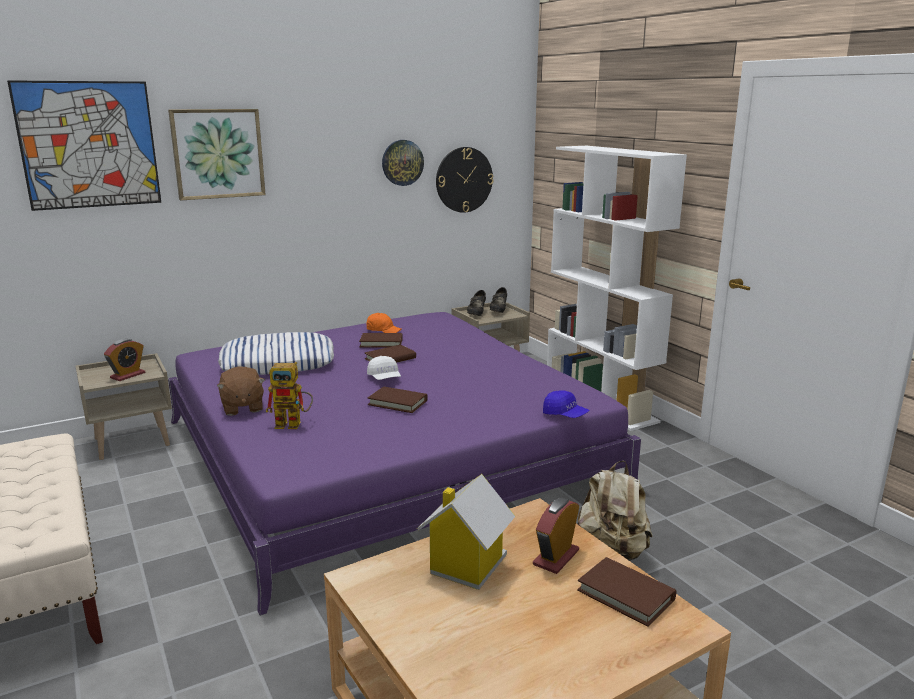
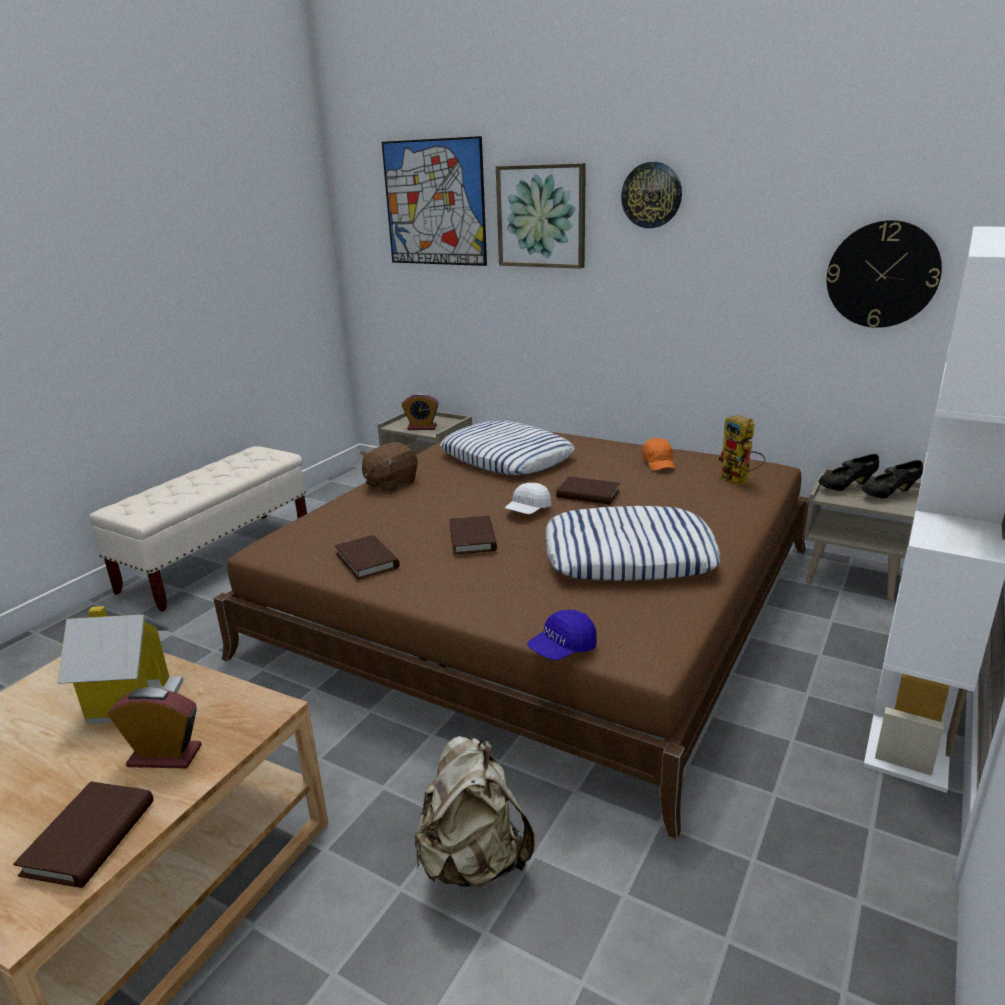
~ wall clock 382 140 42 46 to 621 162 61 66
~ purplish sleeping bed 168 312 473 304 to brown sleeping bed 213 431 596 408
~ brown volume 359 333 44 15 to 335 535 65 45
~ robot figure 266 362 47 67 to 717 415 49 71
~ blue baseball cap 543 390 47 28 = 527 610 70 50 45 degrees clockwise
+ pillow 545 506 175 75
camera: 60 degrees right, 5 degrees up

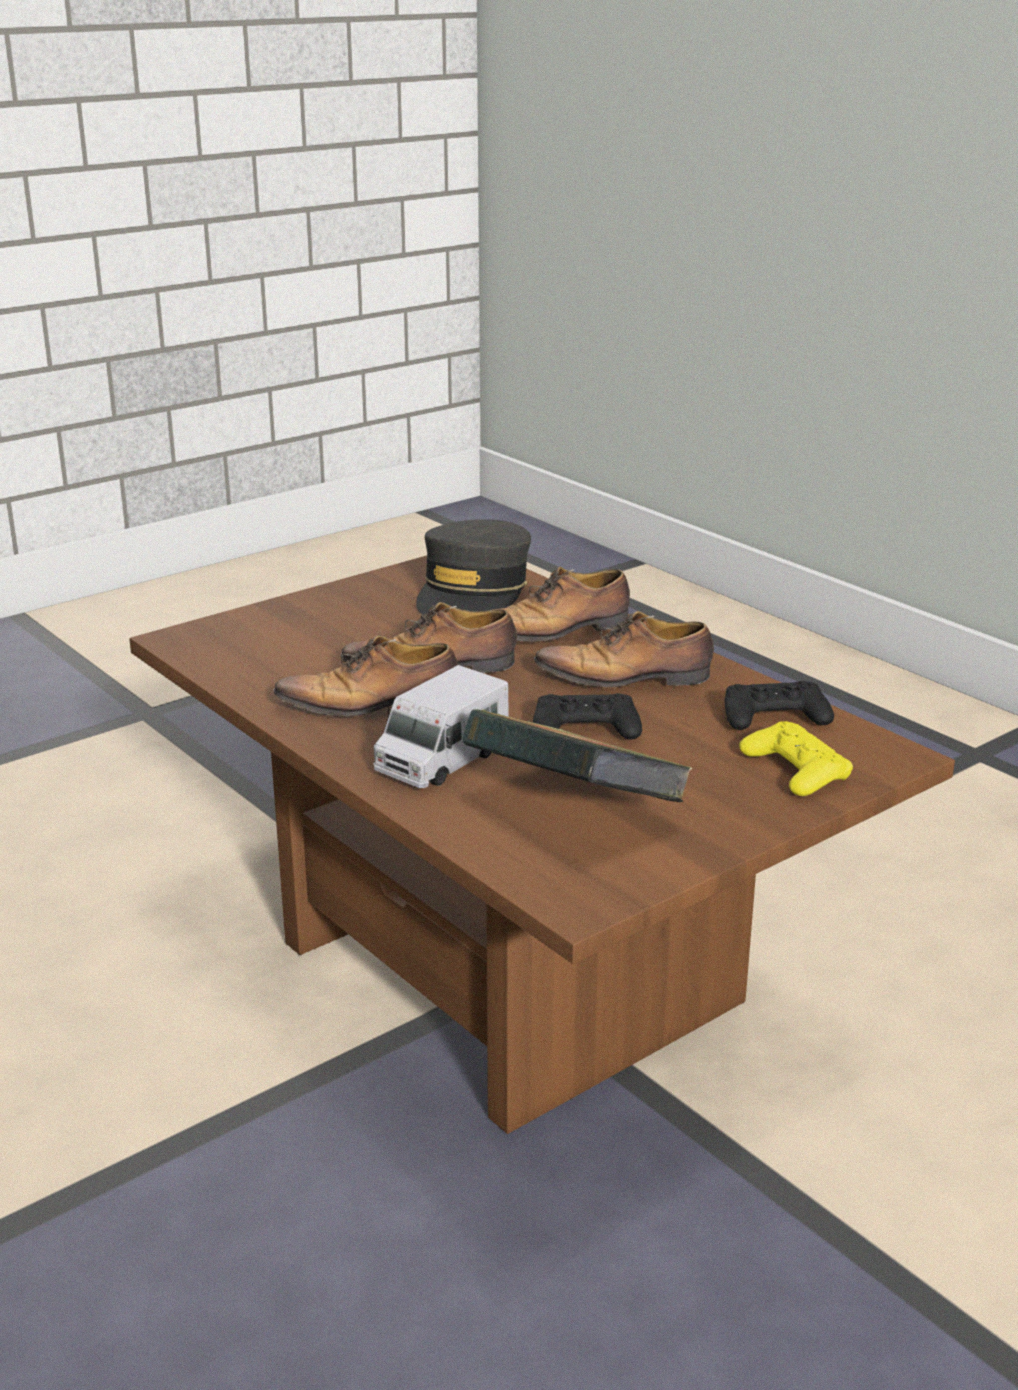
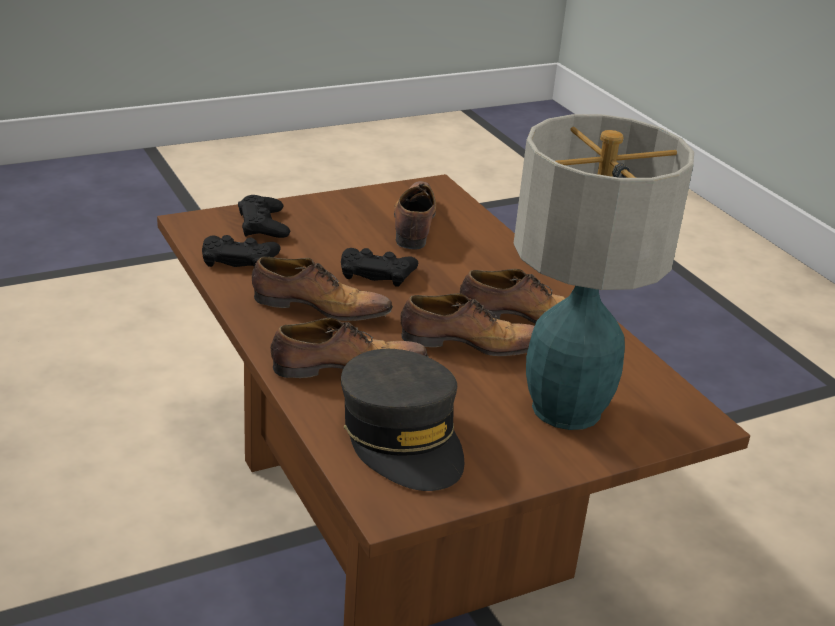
~ grey baseball cap 416 519 115 96 = 341 349 123 142 120 degrees clockwise
- model truck 373 665 136 123
~ volume 462 709 230 93 to low shoe 394 181 42 69
~ yellow-coloured joypad 739 721 114 75 to blackish joypad 238 195 52 43
+ table lamp 514 114 180 316
camera: 170 degrees left, 5 degrees up

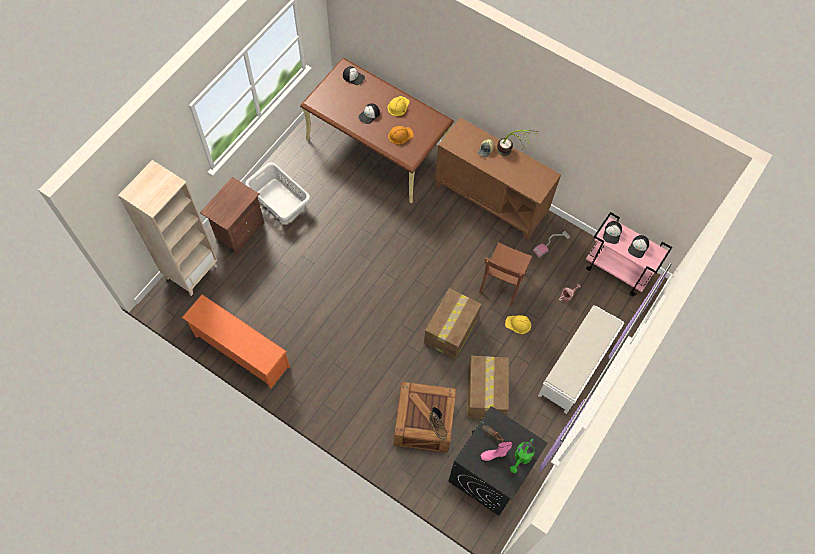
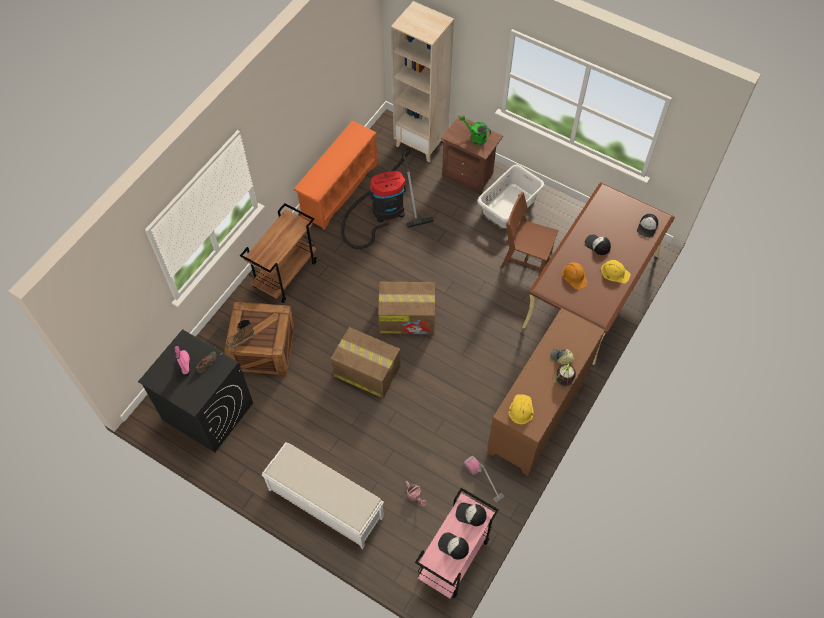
~ brown plain chair 479 242 54 64 to 501 192 58 85
~ yellow-coloured hard hat 505 315 26 19 to 508 394 25 30
~ carton 467 356 42 63 to 378 282 57 52
~ green-coloured sprinkling can 510 438 25 35 to 459 115 32 30
+ hoover 341 147 92 102
+ brown cart 240 203 77 100
camera: 90 degrees right, 5 degrees down

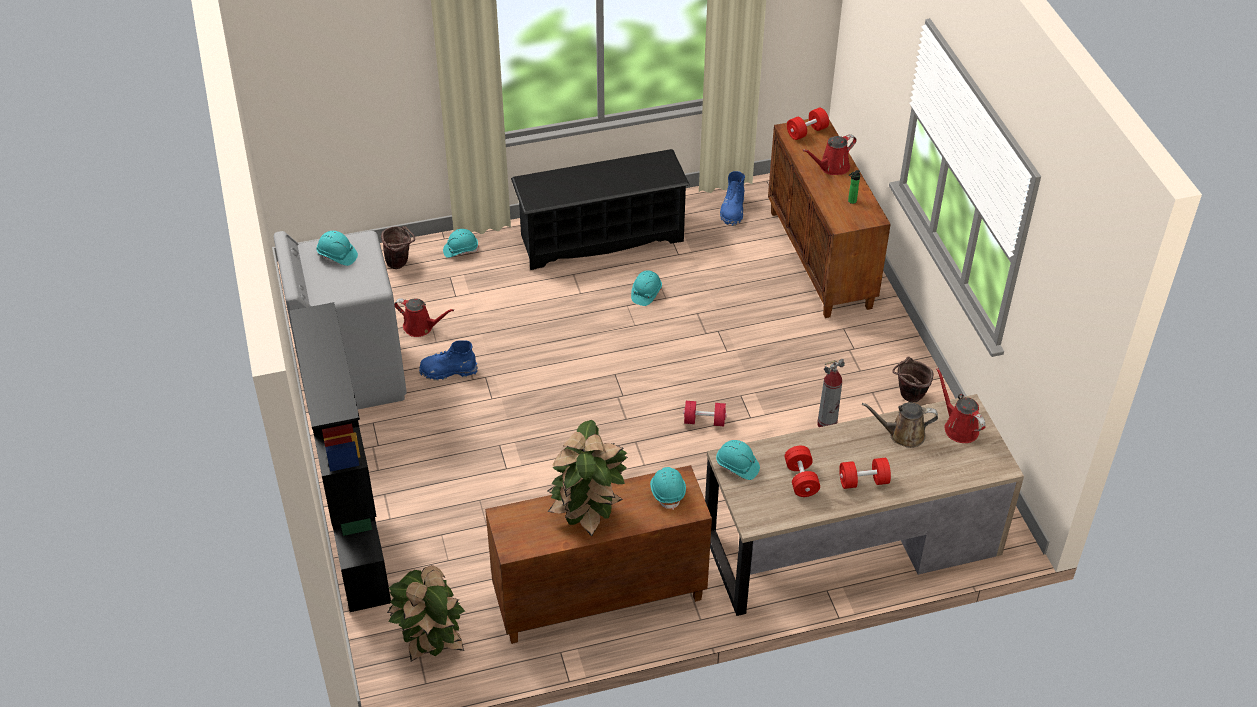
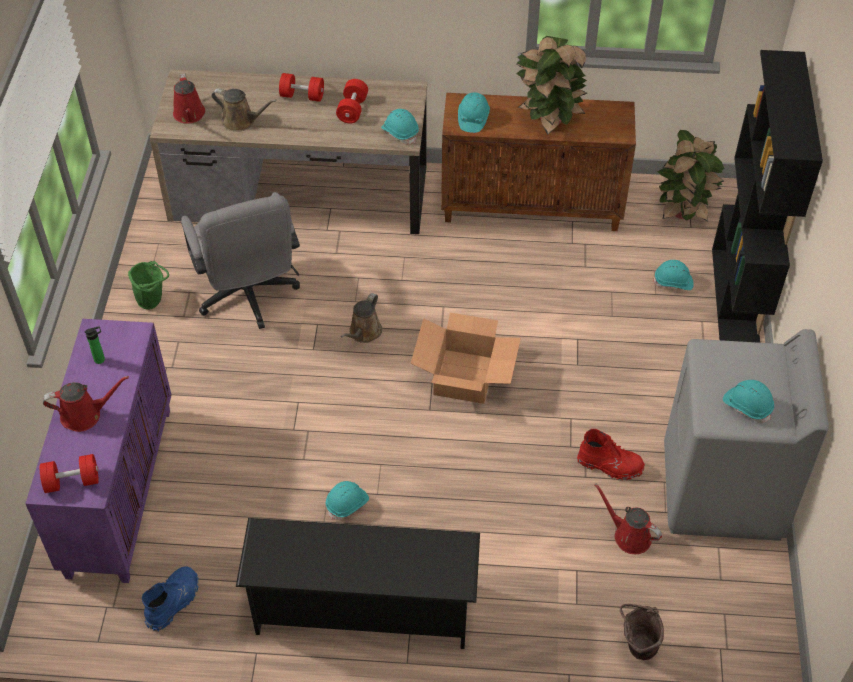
~ brown cabinet 768 119 123 199 to purplish cabinet 25 319 147 264
~ blue-green hard hat 443 229 36 29 to 653 260 41 30
~ blue tall boot 419 340 58 41 to red tall boot 577 429 68 52
~ brown pail 892 357 42 46 to green-coloured pail 128 261 41 49
~ extinguisher 817 359 28 68 to grey office chair 181 192 119 137
~ red hand weight 683 401 44 25 to brown sprinkling can 341 293 41 50
+ carton 411 313 110 91
camera: 160 degrees left, 5 degrees up

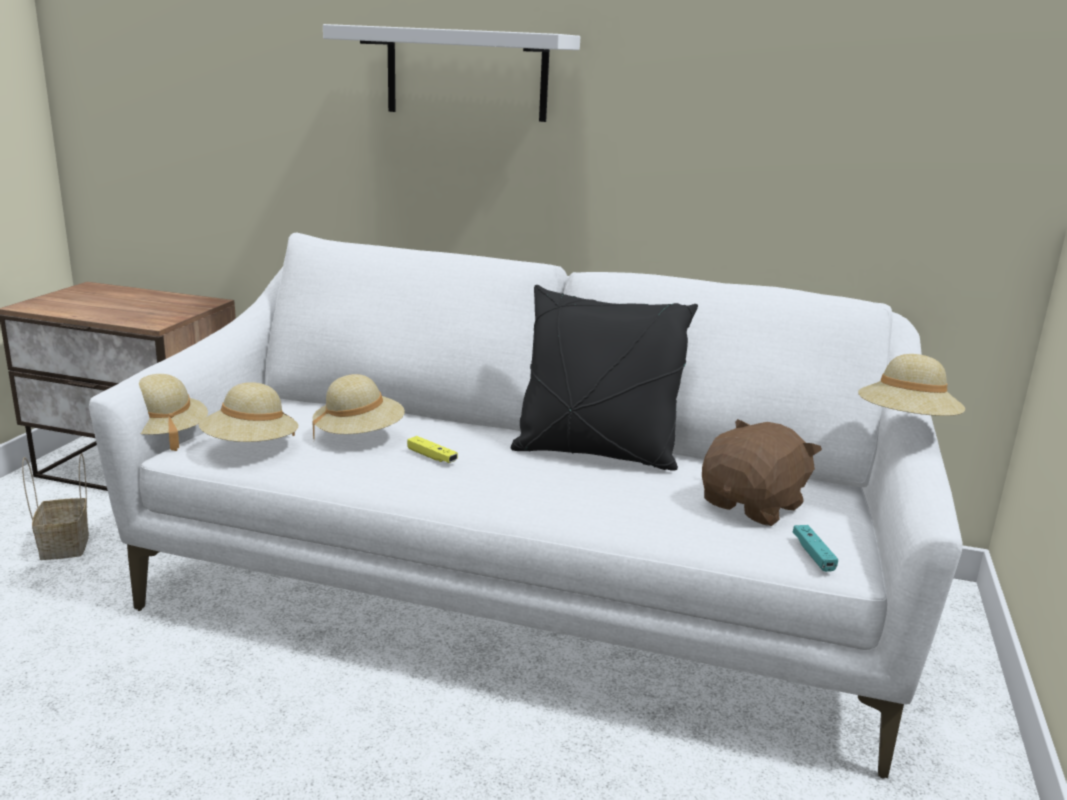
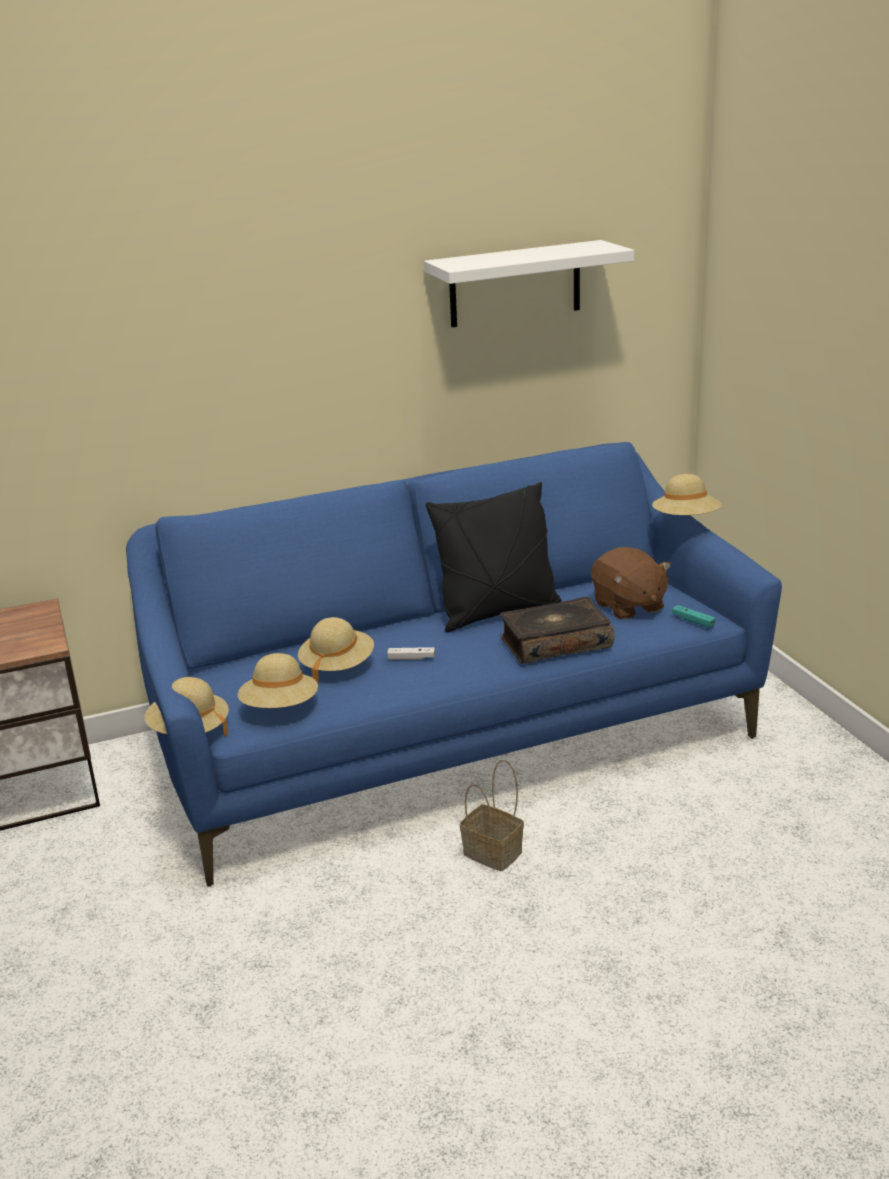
~ white-coloured shelf 323 24 257 98 to 424 240 210 87
~ white-coloured settee 89 233 874 546 to blue settee 126 442 656 445
~ brown plush toy 702 419 120 107 = 591 547 80 72 150 degrees clockwise
~ yellow-coloured joypad 407 436 51 27 to white-coloured joypad 387 647 48 13
~ storage basket 22 453 67 107 to 460 760 64 111
+ volume 500 596 114 68
camera: 35 degrees left, 5 degrees up

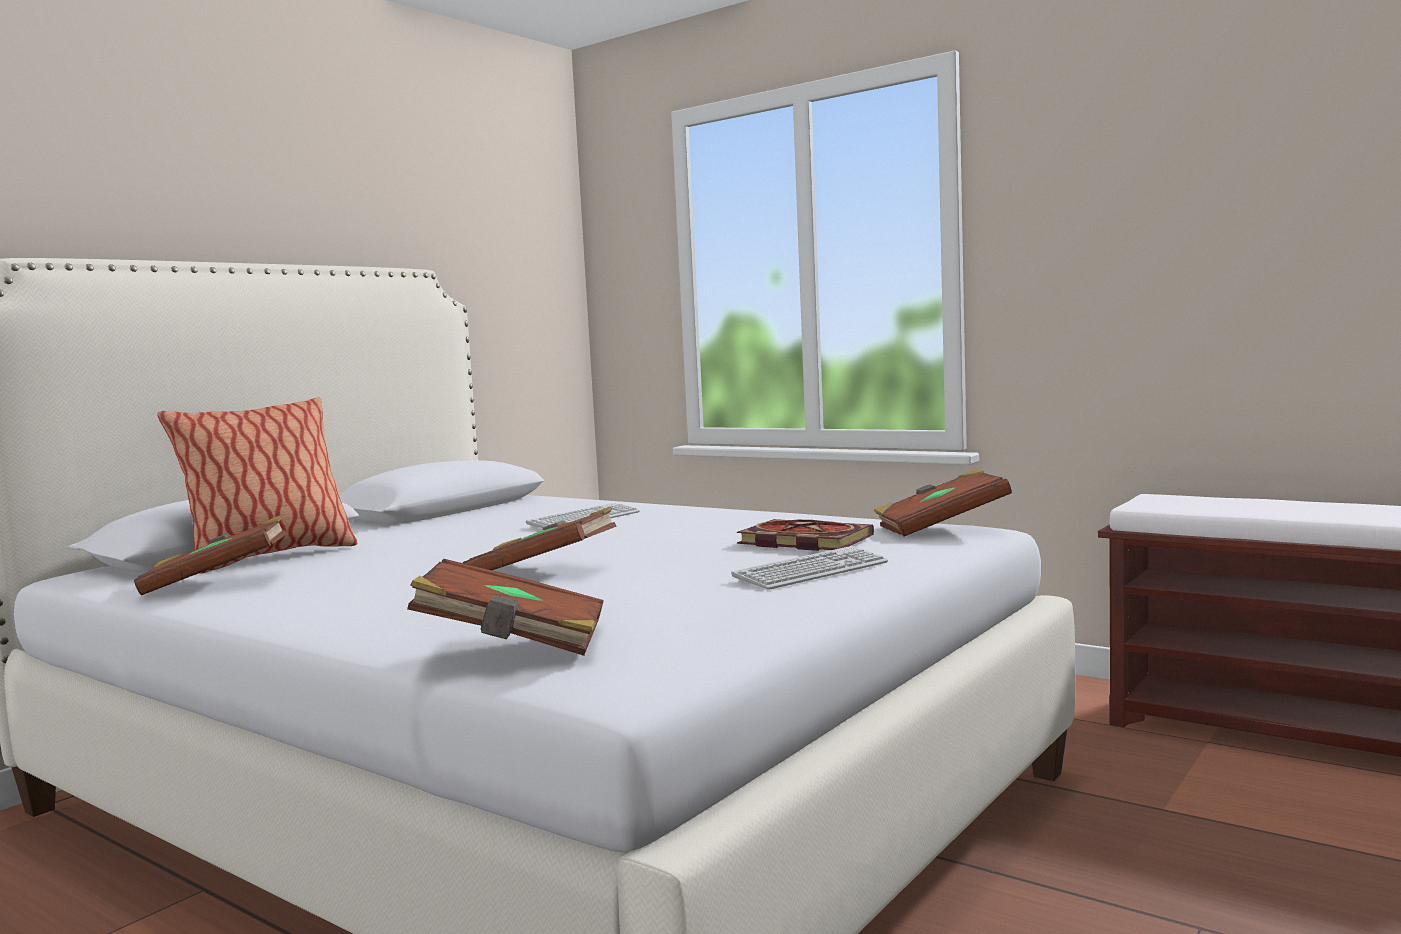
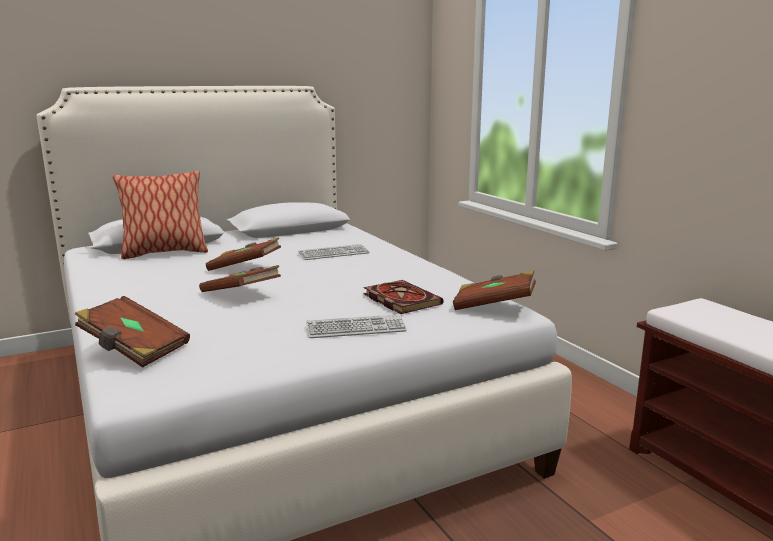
~ brown volume 134 516 153 79 to 206 238 75 33
camera: 25 degrees right, 10 degrees up

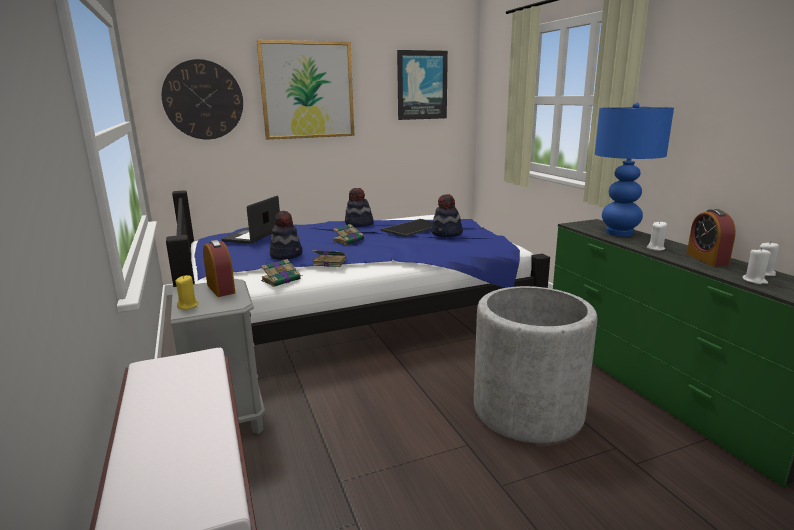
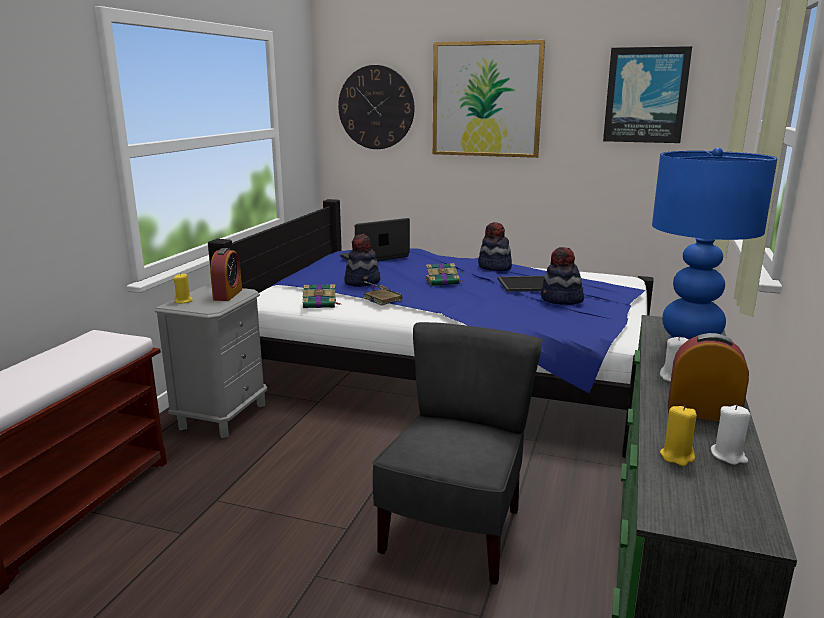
~ alarm clock 687 209 49 57 = 668 333 81 89 75 degrees clockwise
~ white-coloured candle 743 248 28 36 to yellow-coloured candle 660 405 37 61
~ grey plant pot 474 286 123 158 to grey plain chair 373 322 169 263
camera: 40 degrees right, 0 degrees up

